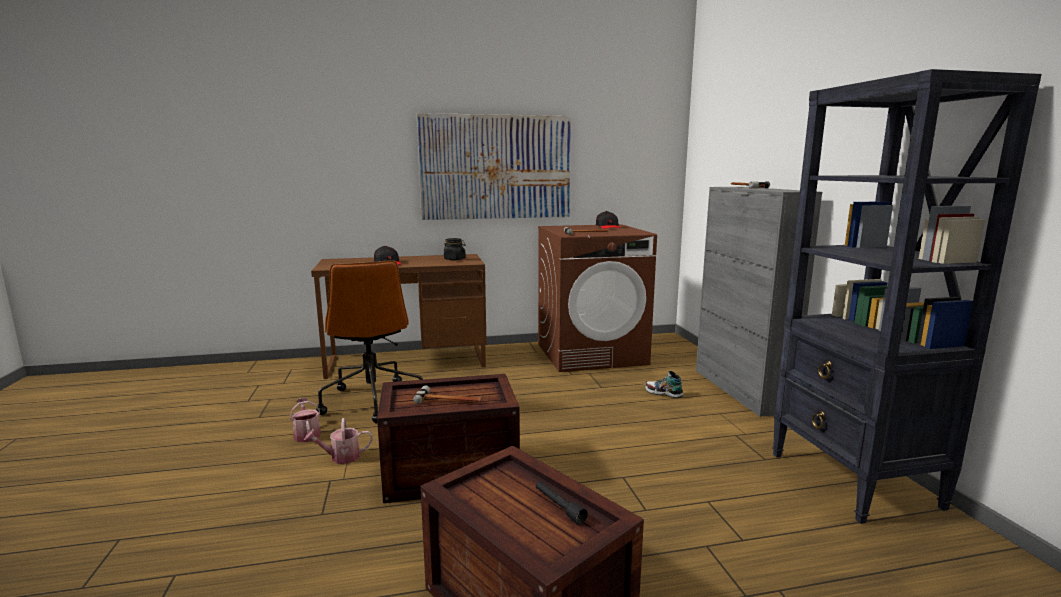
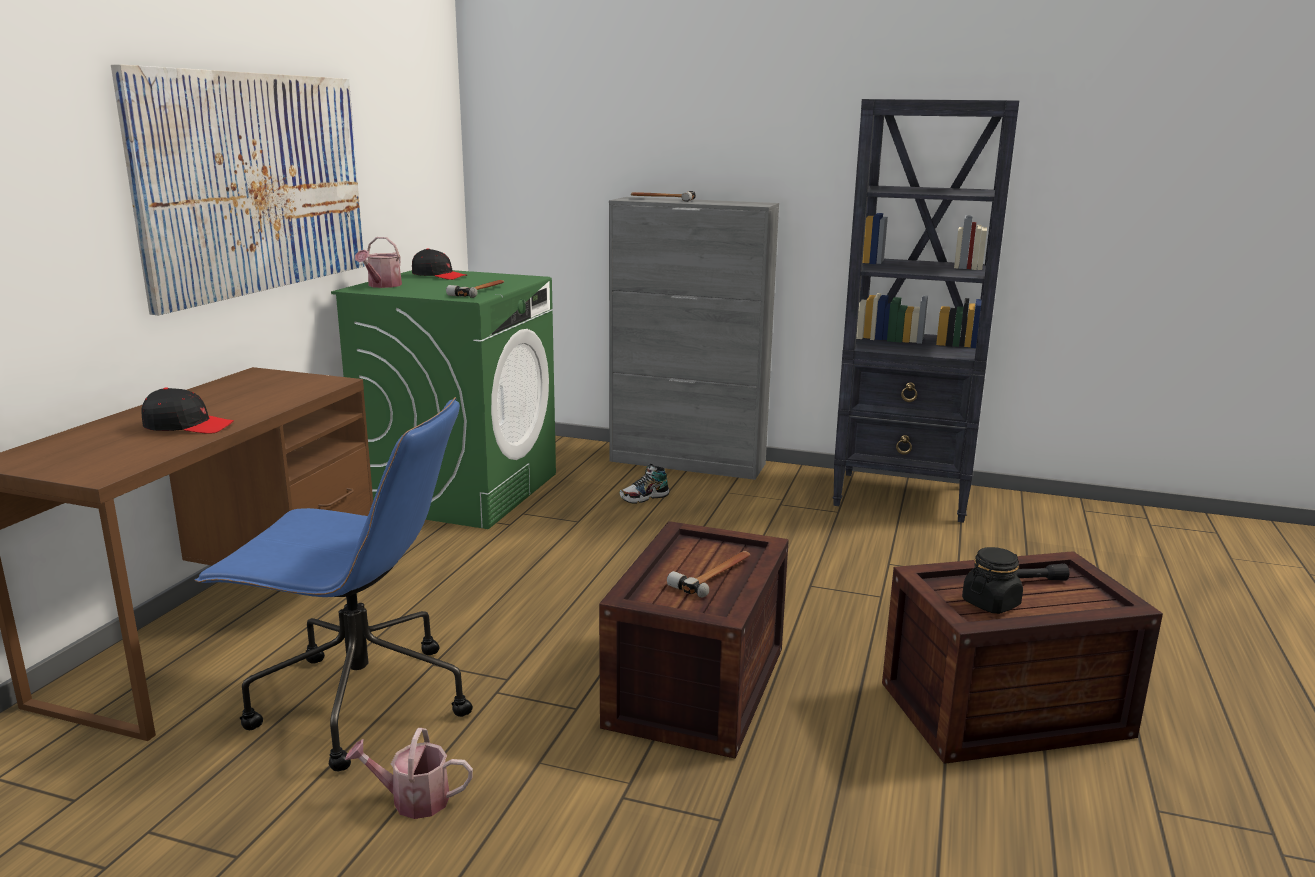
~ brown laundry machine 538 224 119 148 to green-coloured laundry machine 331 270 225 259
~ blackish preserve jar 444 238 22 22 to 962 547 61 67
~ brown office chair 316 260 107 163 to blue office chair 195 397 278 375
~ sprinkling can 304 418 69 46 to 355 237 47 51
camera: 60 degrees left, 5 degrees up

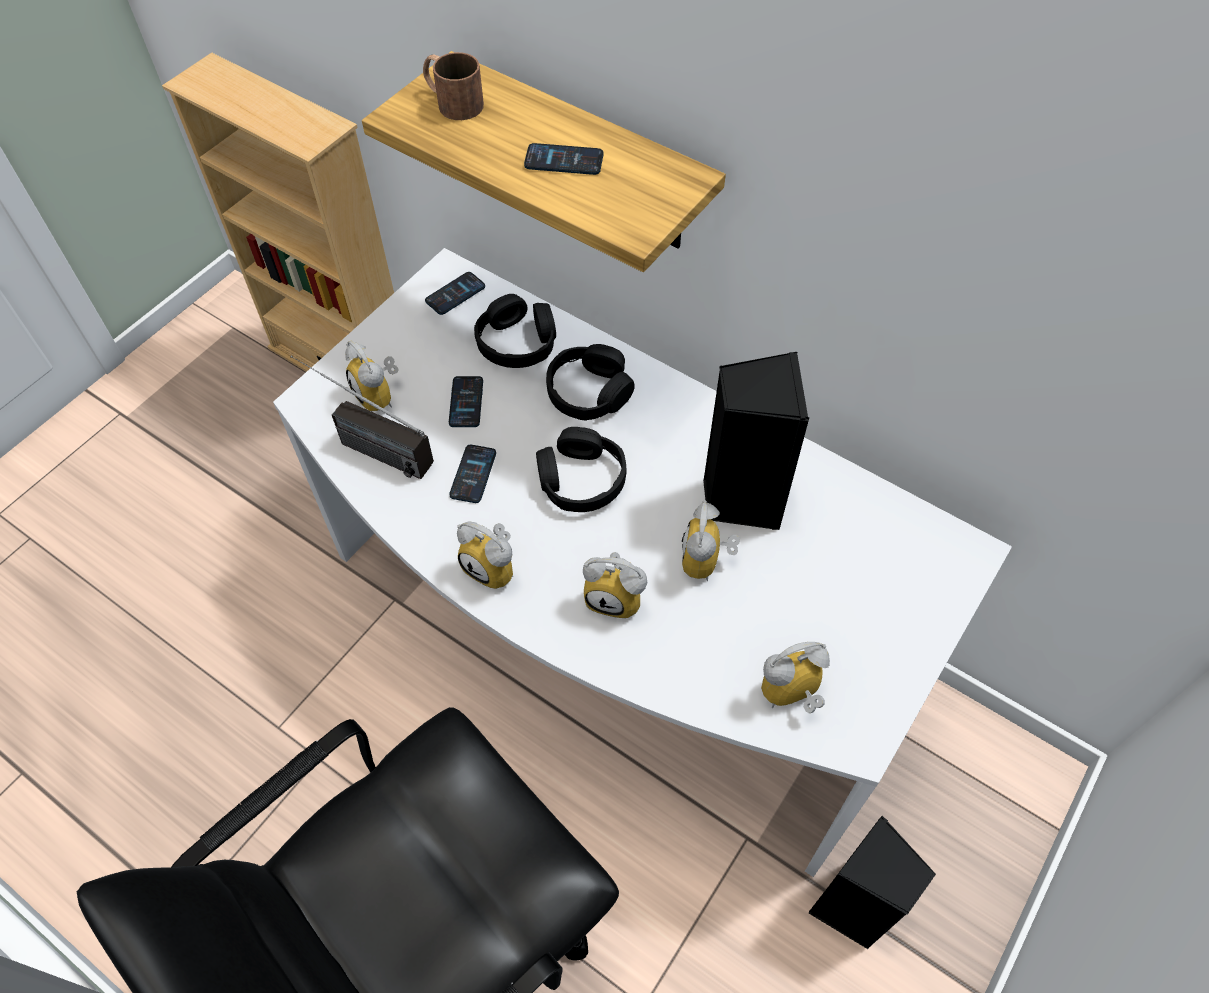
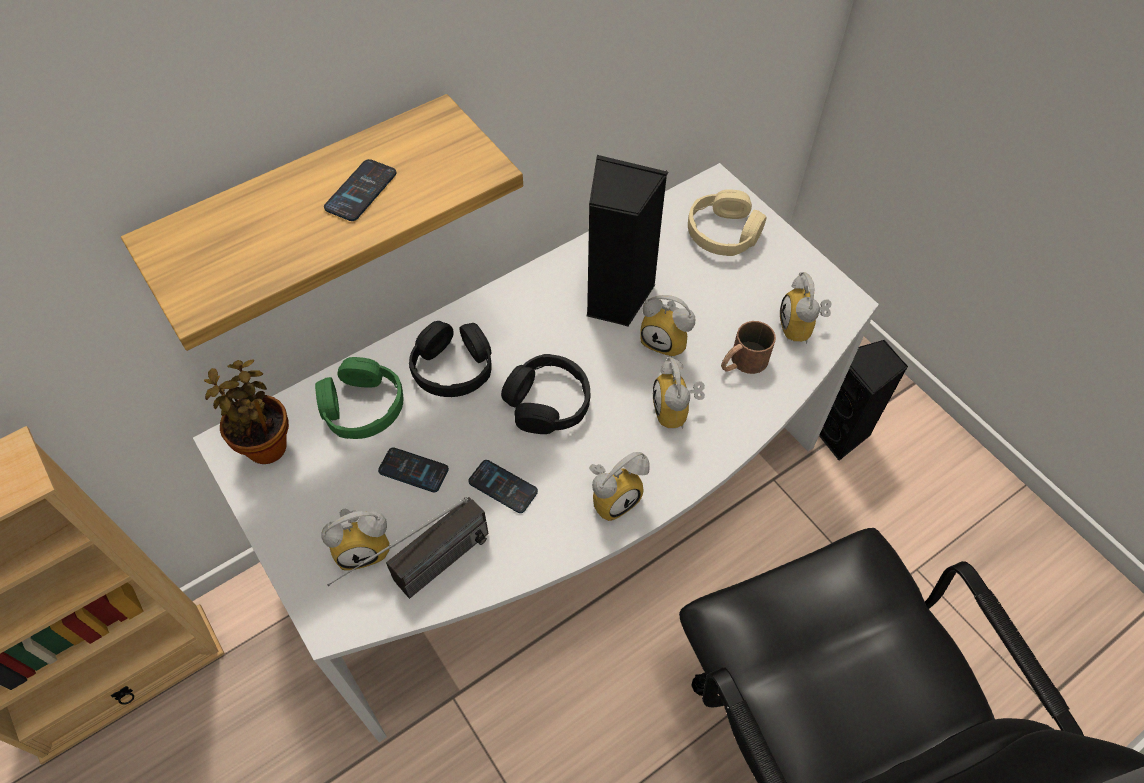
~ brown mug 423 52 61 68 to 721 321 55 53
~ telephone 425 272 60 43 to plant in a pot 204 359 85 105
~ blackish pair of headphones 474 294 82 74 to green-coloured pair of headphones 315 357 88 82
~ alarm clock 583 552 64 67 = 653 356 52 73 135 degrees clockwise
+ sand-coloured pair of headphones 688 189 79 67
camera: 70 degrees left, 0 degrees up

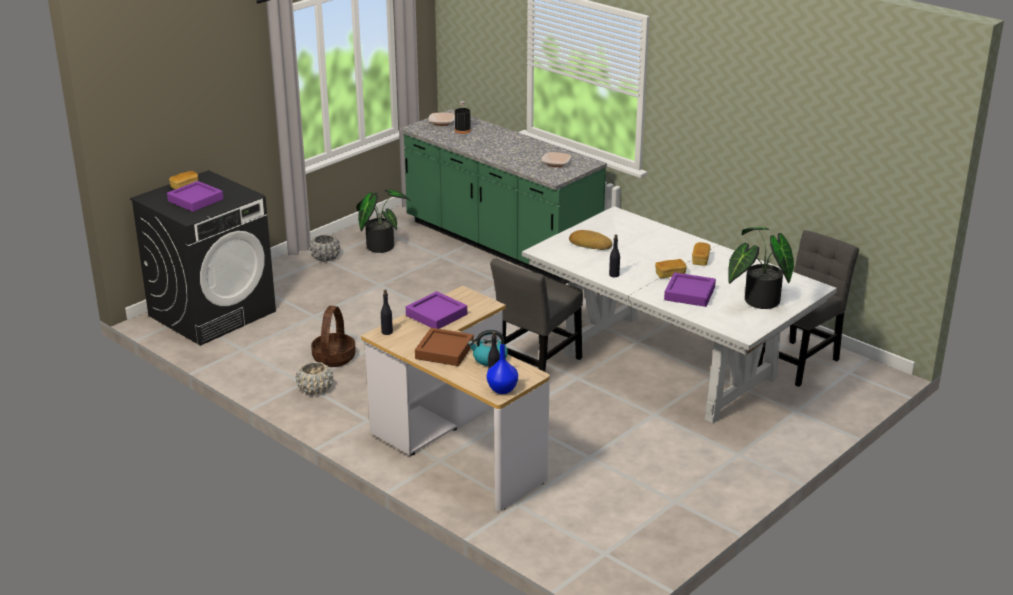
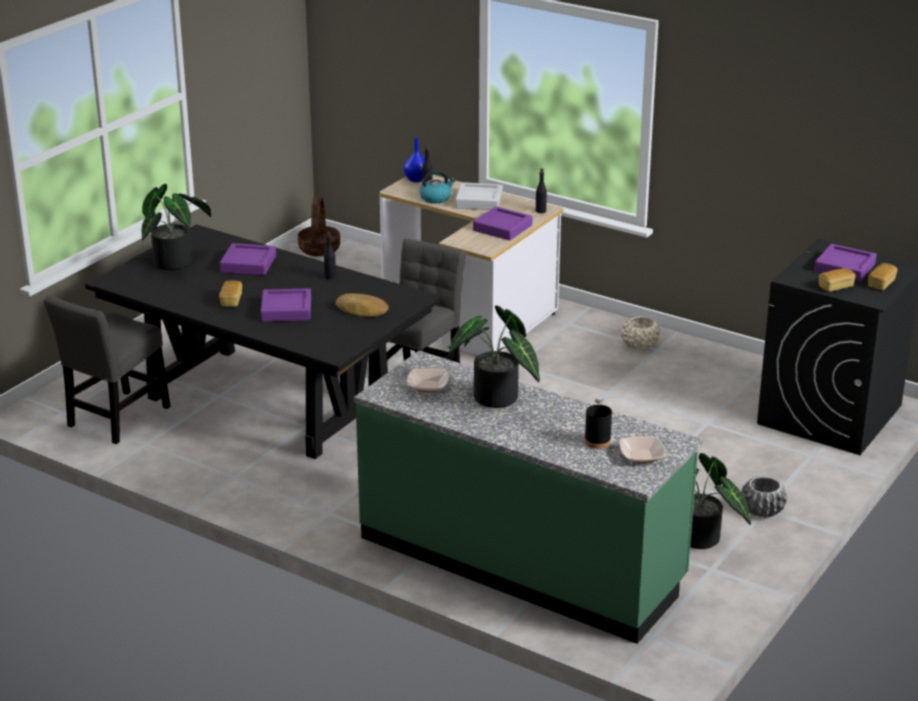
~ white-coloured dining table 522 206 315 217 to blackish dining table 85 224 356 235
~ bread 655 259 32 19 to 819 268 36 24
~ storage basket 311 306 45 61 to 298 196 42 61
~ brown carrying tray 415 328 59 38 to grey carrying tray 455 182 48 28
+ purplish carrying tray 261 288 50 34
+ plant in a pot 449 305 91 103
camera: 170 degrees right, 0 degrees up

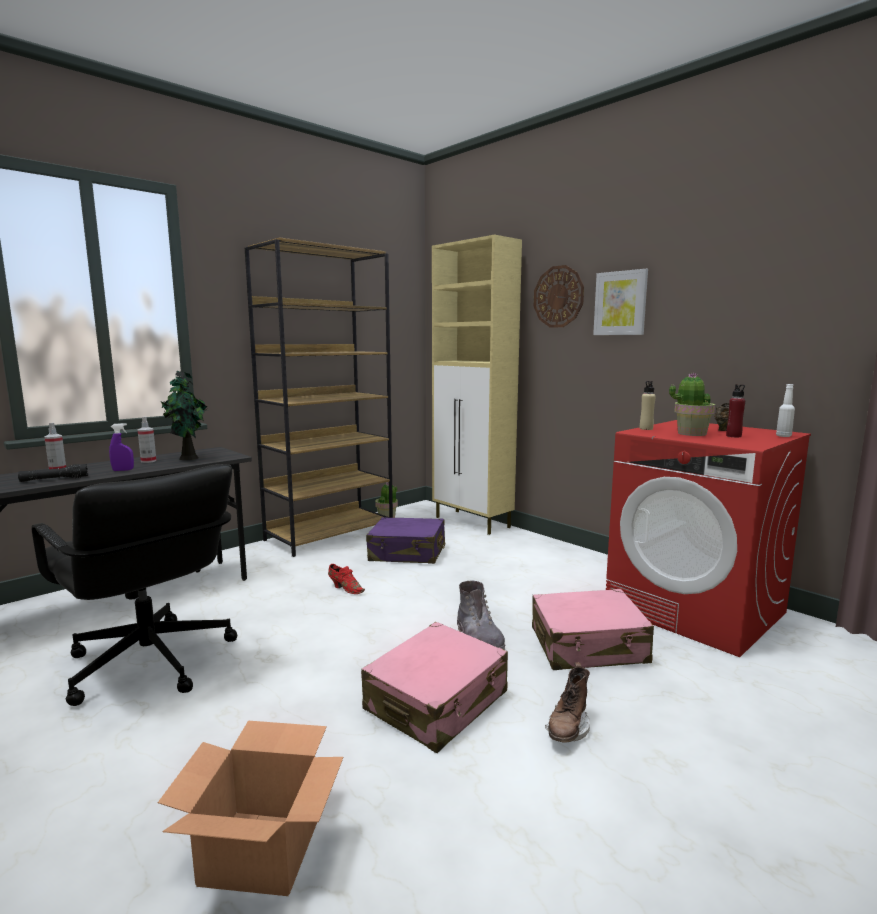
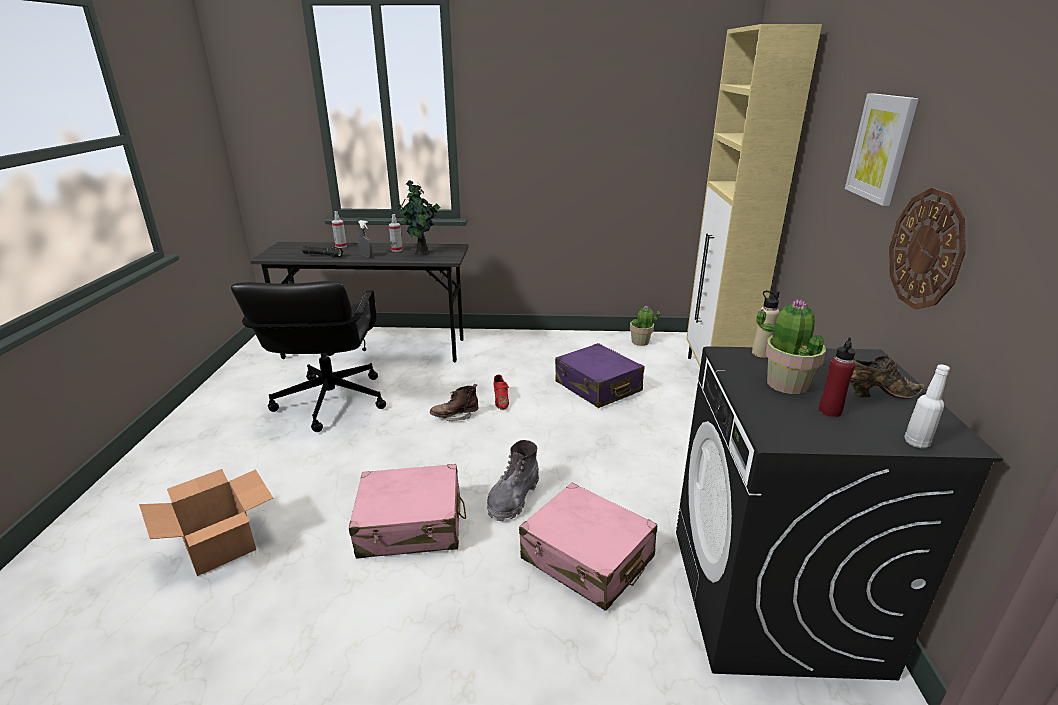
- brown bookshelf 245 237 148 320
~ wall clock 534 265 50 63 to 889 188 77 121
~ red laundry machine 606 420 205 237 to blackish laundry machine 676 346 328 334
~ purplish hand sprayer 109 423 25 48 to grey hand sprayer 358 220 15 37
~ brown tall boot 545 662 45 81 to 430 384 49 37
camera: 45 degrees right, 15 degrees up

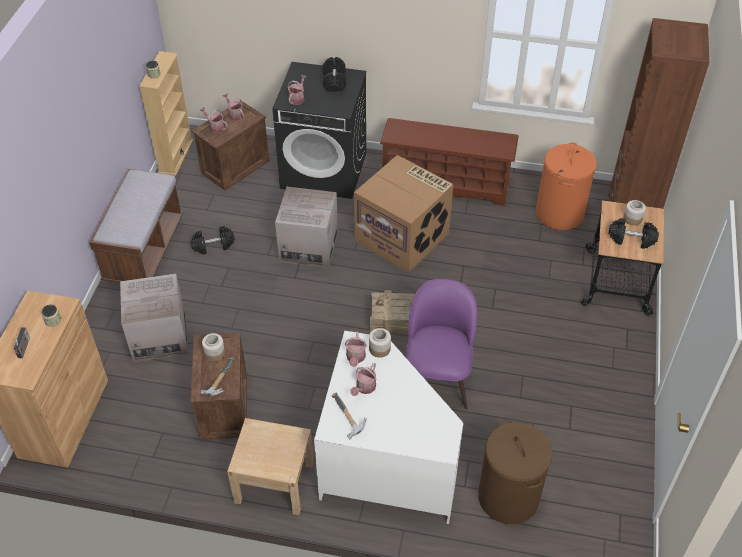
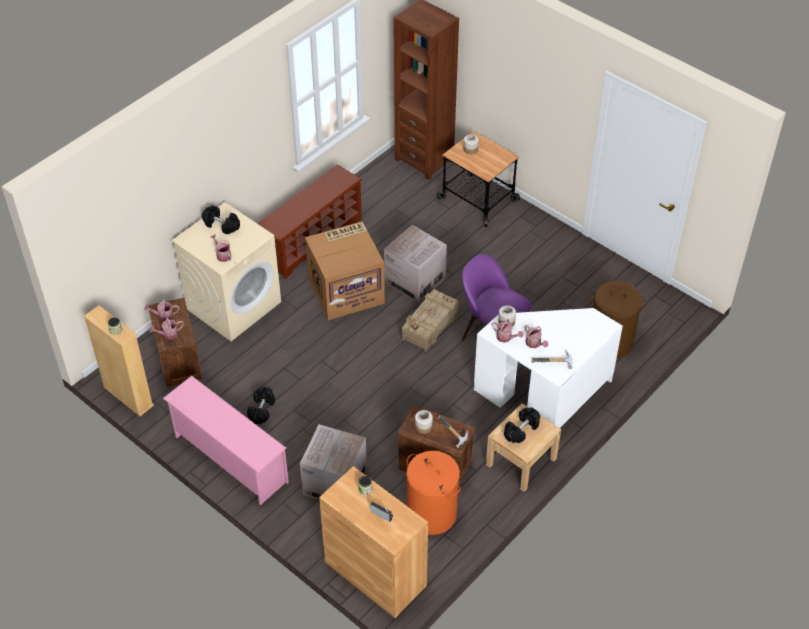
~ blackish laundry machine 272 62 94 137 to sand-coloured laundry machine 172 202 109 139
~ orange hamper 536 142 61 88 to 406 451 55 84
~ brown long seat 89 169 94 114 to pink shoe stand 163 376 126 129
~ carton 275 187 63 81 to 384 225 63 78
~ blackish hand weight 608 218 51 31 to 504 407 36 36
camera: 60 degrees left, 0 degrees up

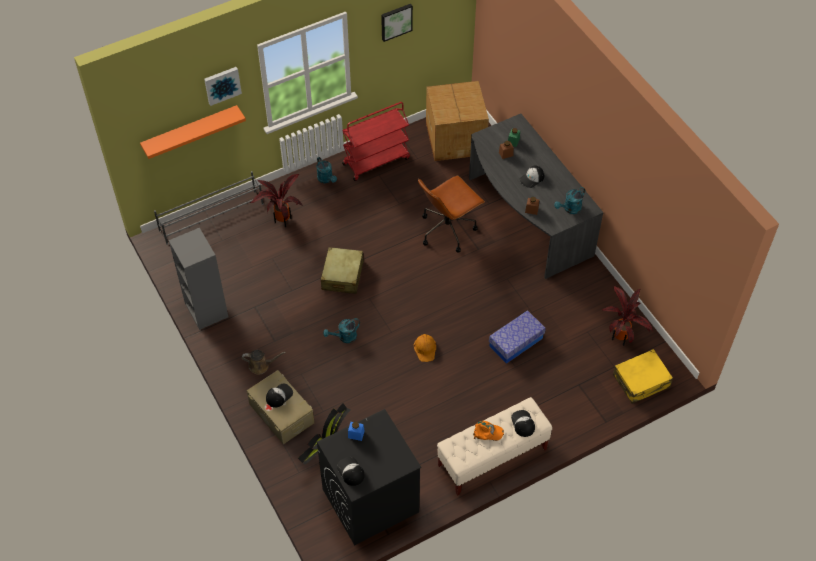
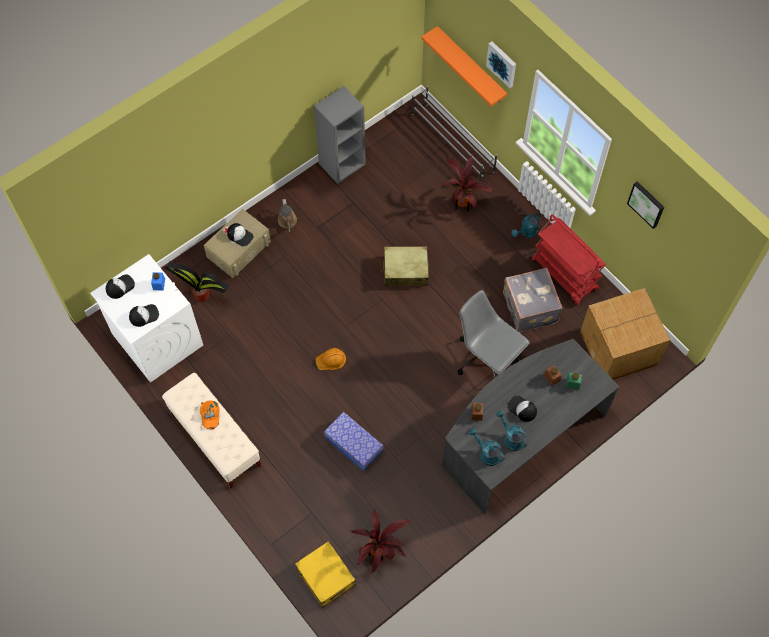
~ brown office chair 418 176 67 77 to grey office chair 458 290 72 88
~ blue-green sprinkling can 323 318 37 25 to 496 411 31 40
~ blackish laundry machine 317 409 104 137 to white-coloured laundry machine 90 254 113 129
~ baseball cap 511 410 24 27 to 129 304 30 23
+ grey travel case 503 268 60 64
camera: 80 degrees right, 10 degrees up

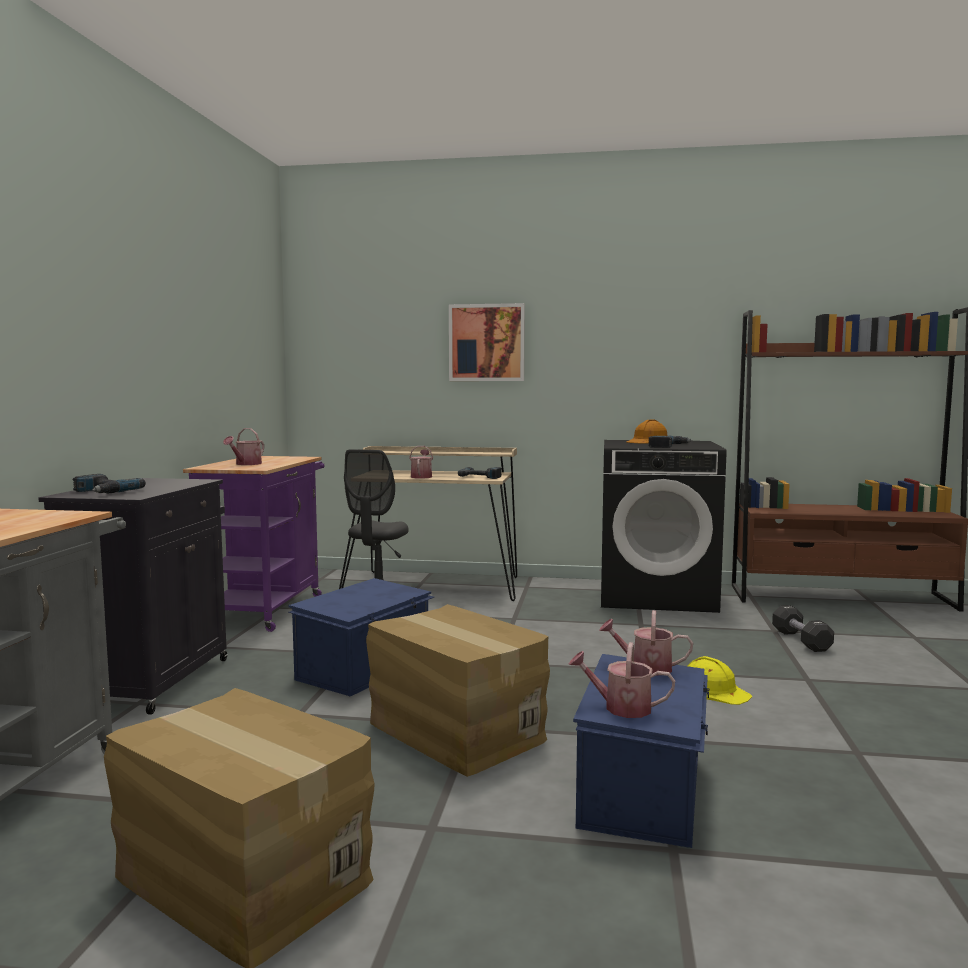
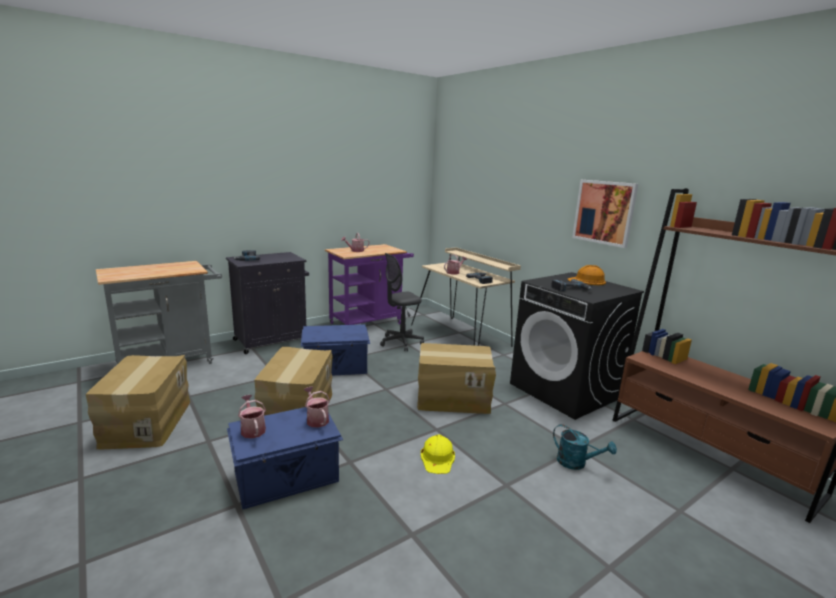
~ wall picture 449 303 76 78 to 572 180 66 68
~ blackish hand weight 772 605 62 47 to blue-green sprinkling can 553 424 64 46
+ carton 417 343 79 71
camera: 45 degrees right, 10 degrees up

